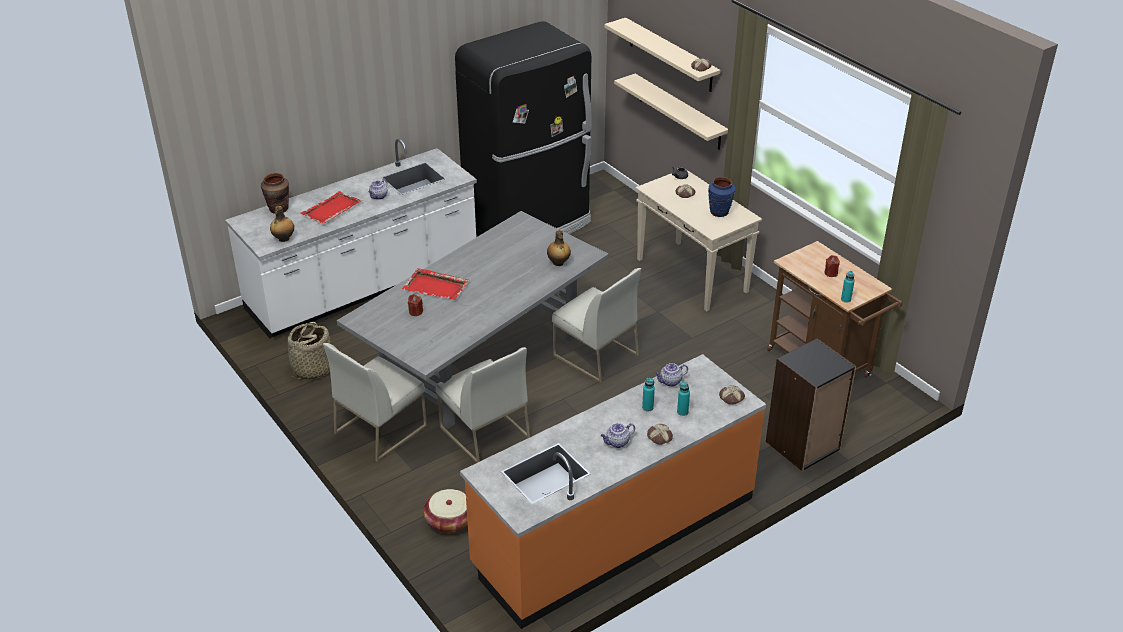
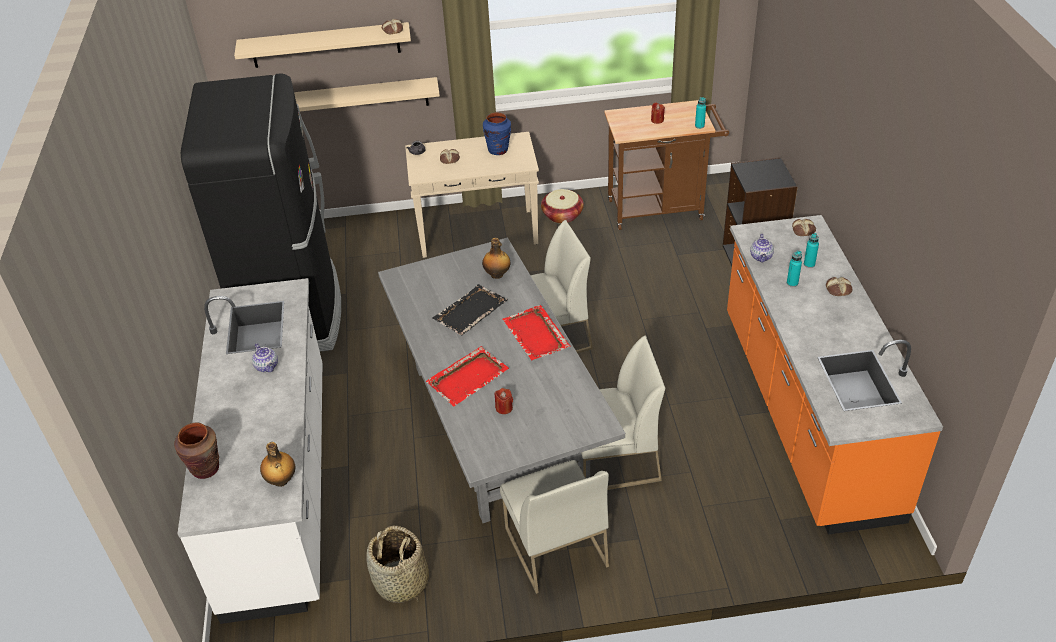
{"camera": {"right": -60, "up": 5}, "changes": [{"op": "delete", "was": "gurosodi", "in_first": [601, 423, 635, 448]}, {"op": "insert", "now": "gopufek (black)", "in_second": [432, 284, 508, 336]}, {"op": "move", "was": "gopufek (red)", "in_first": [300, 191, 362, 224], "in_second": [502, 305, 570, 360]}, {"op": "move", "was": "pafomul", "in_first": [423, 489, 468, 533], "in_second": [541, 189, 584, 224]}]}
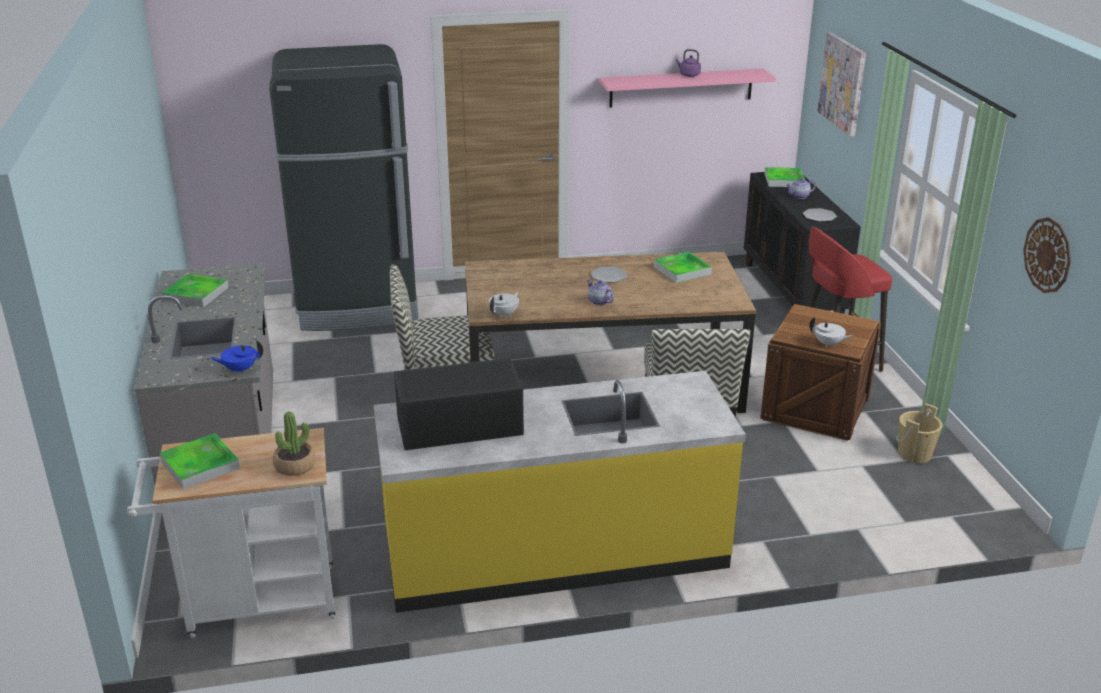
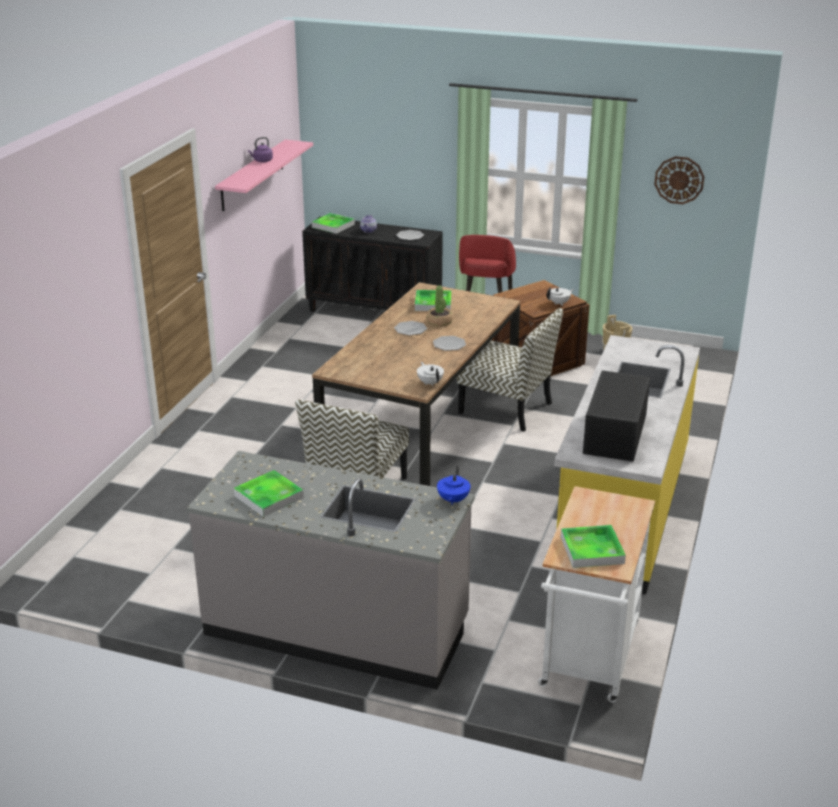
{"camera": {"right": -60, "up": 0}, "changes": [{"op": "delete", "was": "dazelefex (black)", "in_first": [269, 44, 418, 331]}, {"op": "delete", "was": "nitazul", "in_first": [817, 32, 866, 136]}, {"op": "move", "was": "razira", "in_first": [273, 411, 316, 476], "in_second": [427, 285, 453, 327]}, {"op": "replace", "was": "gurosodi", "now": "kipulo", "in_first": [587, 279, 614, 305], "in_second": [433, 336, 466, 351]}]}
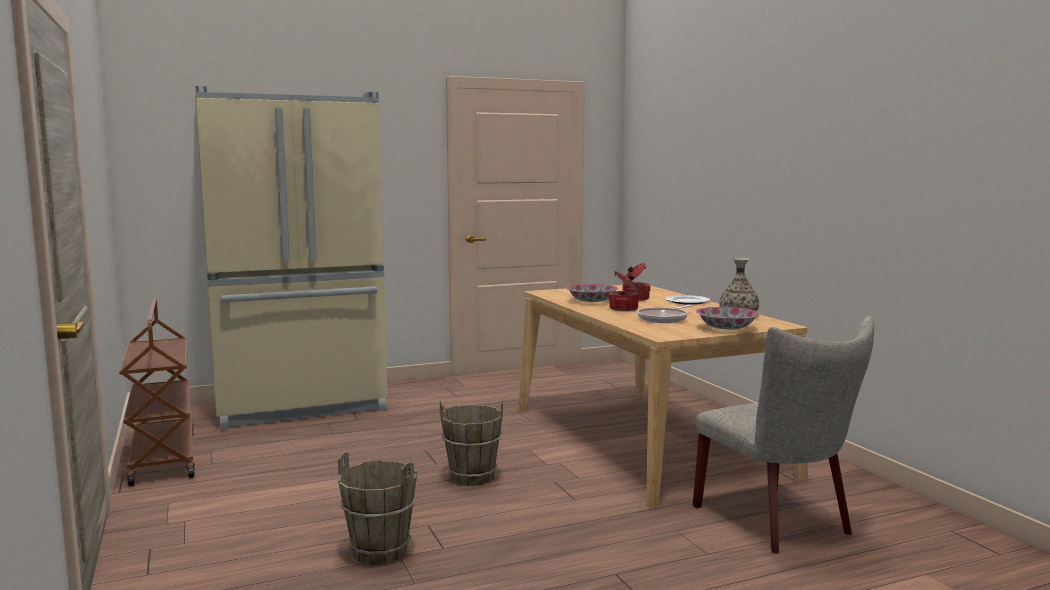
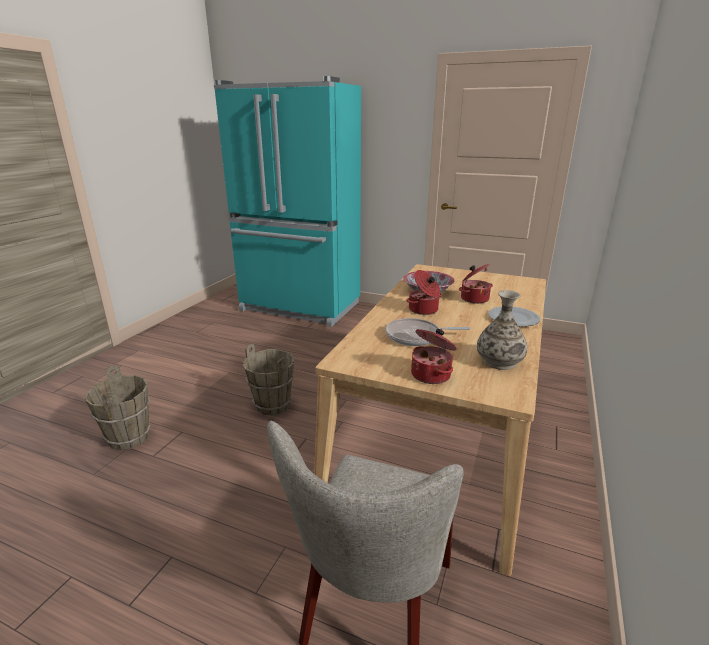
{"camera": {"right": 45, "up": 15}, "changes": [{"op": "delete", "was": "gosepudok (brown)", "in_first": [119, 299, 195, 486]}, {"op": "replace", "was": "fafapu", "now": "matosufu", "in_first": [696, 307, 759, 329], "in_second": [411, 329, 457, 384]}, {"op": "recolor", "was": "dazelefex (beige)", "now": "dazelefex (turquoise)", "in_first": [195, 86, 388, 430], "in_second": [214, 76, 361, 327]}]}
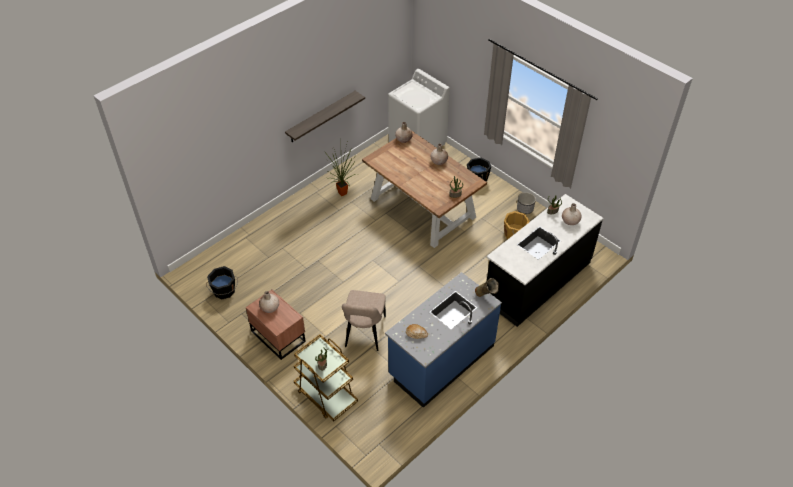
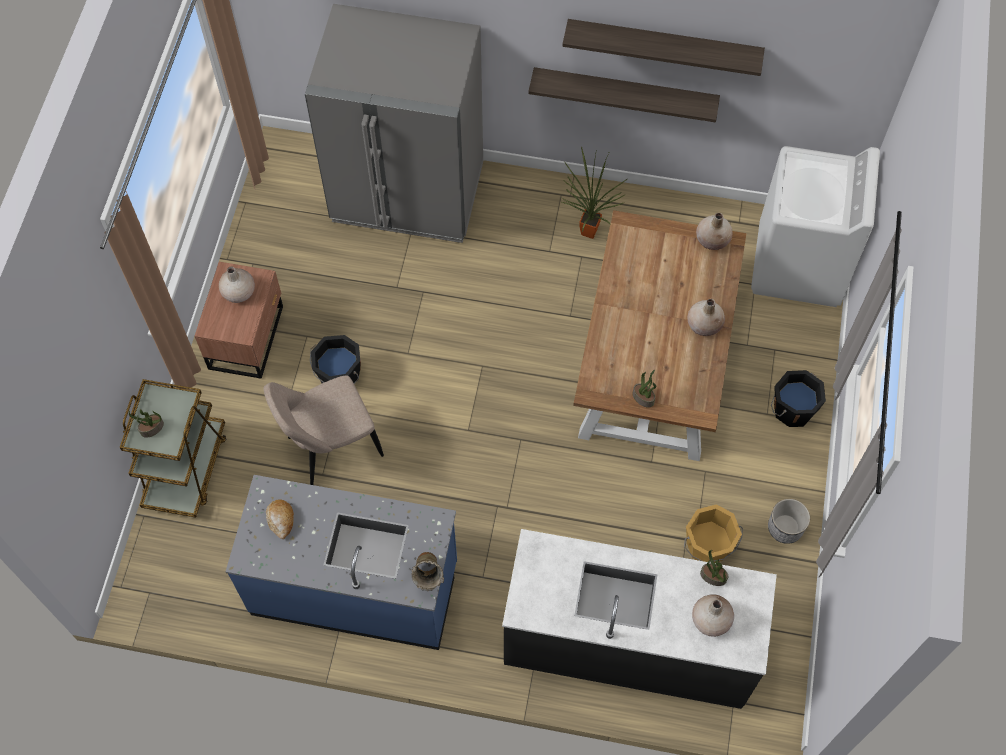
{"camera": {"right": 55, "up": 15}, "changes": [{"op": "insert", "now": "dazelefex (grey)", "in_second": [305, 4, 483, 243]}, {"op": "insert", "now": "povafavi", "in_second": [562, 19, 765, 76]}, {"op": "move", "was": "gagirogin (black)", "in_first": [206, 266, 238, 300], "in_second": [310, 335, 361, 384]}]}
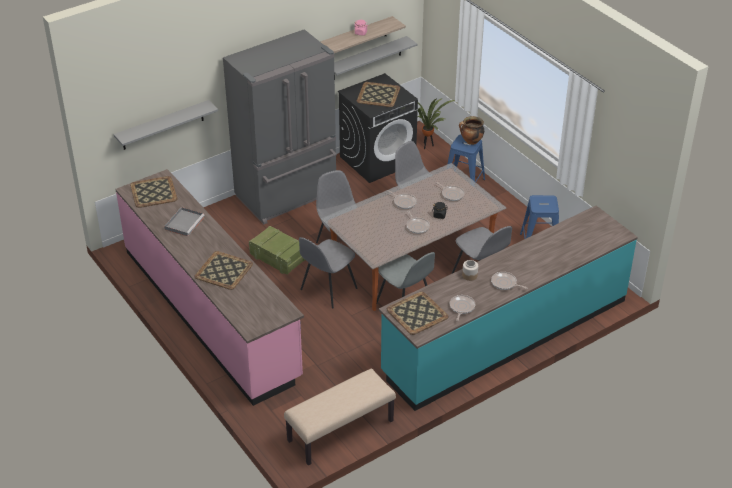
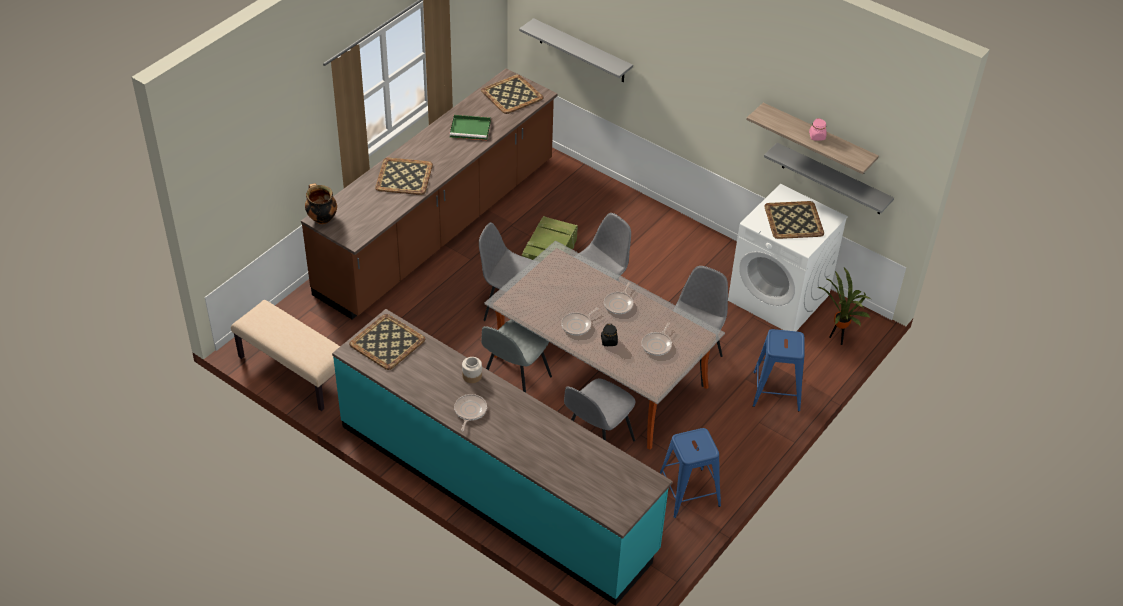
{"camera": {"right": 70, "up": 5}, "changes": [{"op": "delete", "was": "dazelefex (grey)", "in_first": [223, 29, 337, 224]}, {"op": "delete", "was": "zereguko", "in_first": [449, 295, 475, 321]}, {"op": "move", "was": "matosufu", "in_first": [459, 116, 484, 145], "in_second": [305, 183, 337, 224]}, {"op": "recolor", "was": "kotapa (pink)", "now": "kotapa (brown)", "in_first": [115, 169, 304, 406], "in_second": [301, 68, 558, 319]}, {"op": "recolor", "was": "gopufek (grey)", "now": "gopufek (green)", "in_first": [164, 207, 204, 236], "in_second": [450, 115, 491, 141]}, {"op": "recolor", "was": "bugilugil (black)", "now": "bugilugil (white)", "in_first": [338, 73, 418, 183], "in_second": [728, 184, 848, 331]}]}
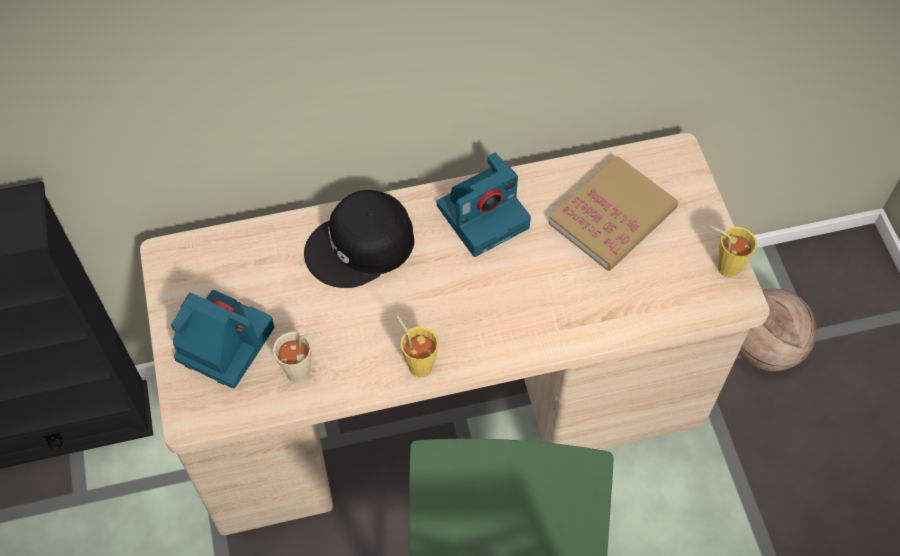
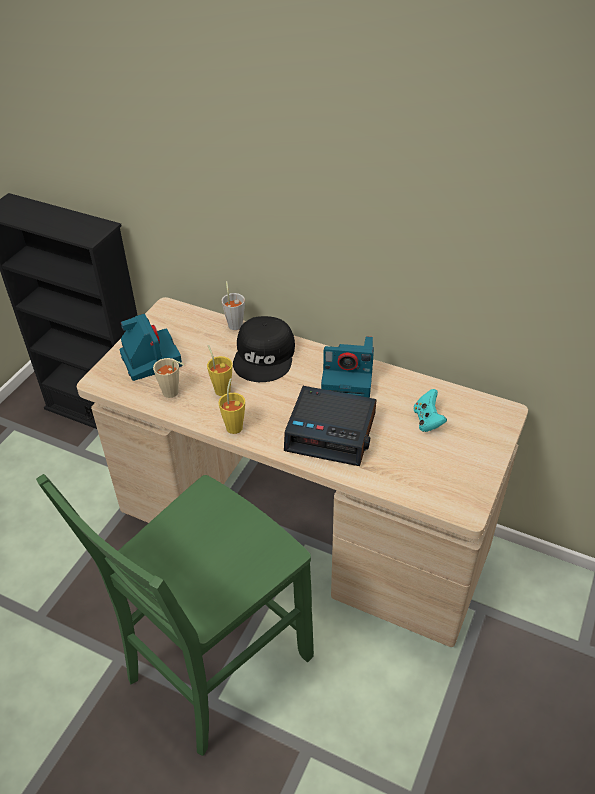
{"camera": {"right": 40, "up": -15}, "changes": [{"op": "delete", "was": "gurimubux", "in_first": [739, 288, 817, 371]}, {"op": "insert", "now": "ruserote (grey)", "in_second": [221, 281, 245, 330]}, {"op": "insert", "now": "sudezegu", "in_second": [284, 386, 376, 466]}, {"op": "move", "was": "ruserote (yellow)", "in_first": [711, 226, 757, 277], "in_second": [207, 345, 233, 396]}, {"op": "replace", "was": "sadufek", "now": "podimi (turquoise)", "in_first": [549, 156, 679, 271], "in_second": [414, 389, 447, 432]}, {"op": "rotate", "was": "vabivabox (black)", "in_first": [304, 190, 414, 288], "in_second": [233, 316, 295, 382], "clockwise": -90}]}
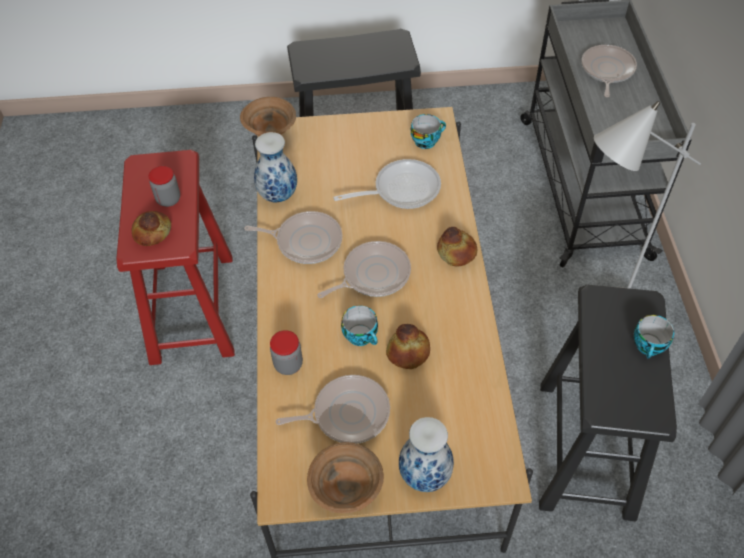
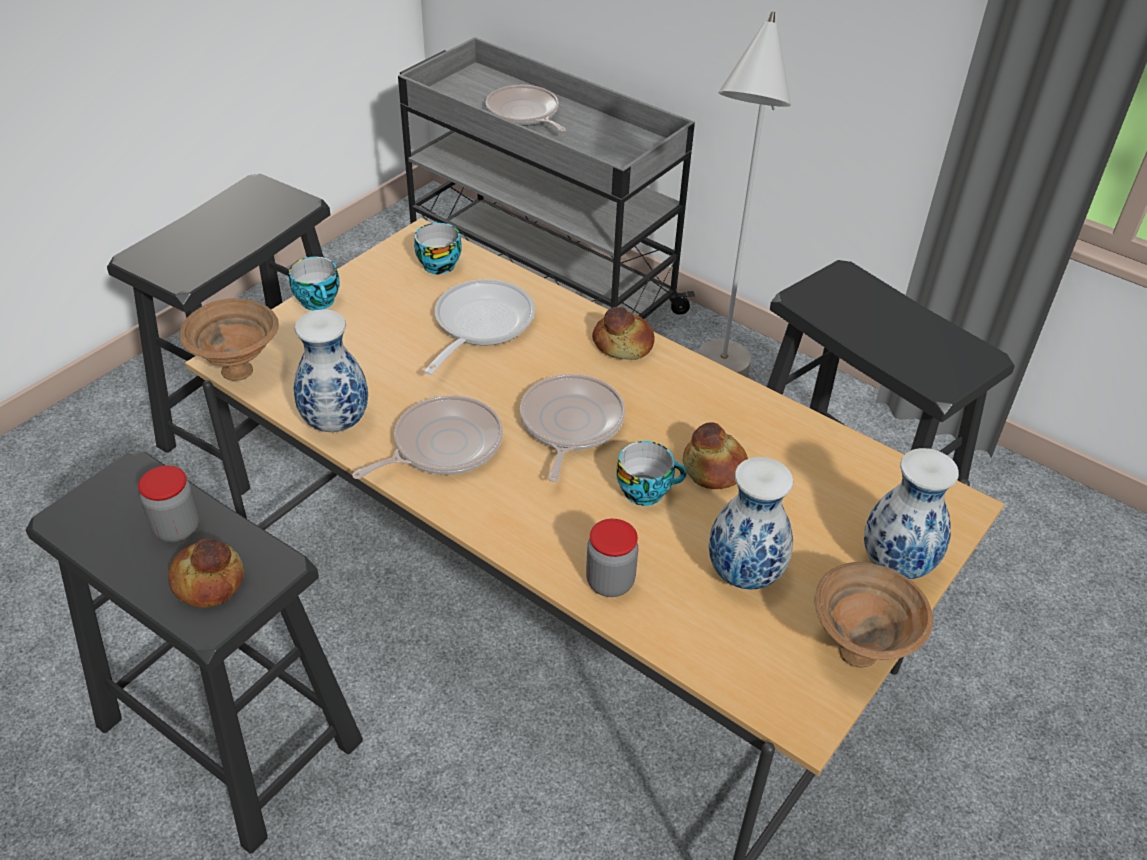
{"camera": {"right": -50, "up": -10}, "changes": [{"op": "move", "was": "ruserote", "in_first": [634, 315, 674, 359], "in_second": [289, 256, 340, 310]}, {"op": "replace", "was": "zereguko", "now": "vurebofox", "in_first": [276, 375, 390, 444], "in_second": [708, 457, 793, 590]}, {"op": "recolor", "was": "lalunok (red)", "now": "lalunok (black)", "in_first": [116, 150, 235, 365], "in_second": [26, 452, 363, 853]}]}
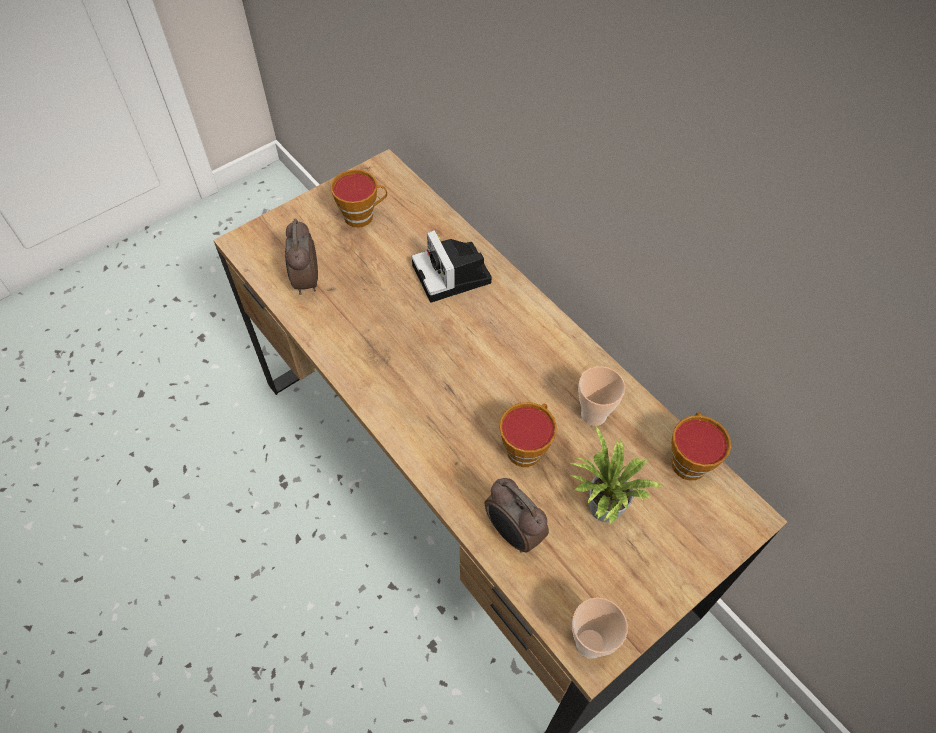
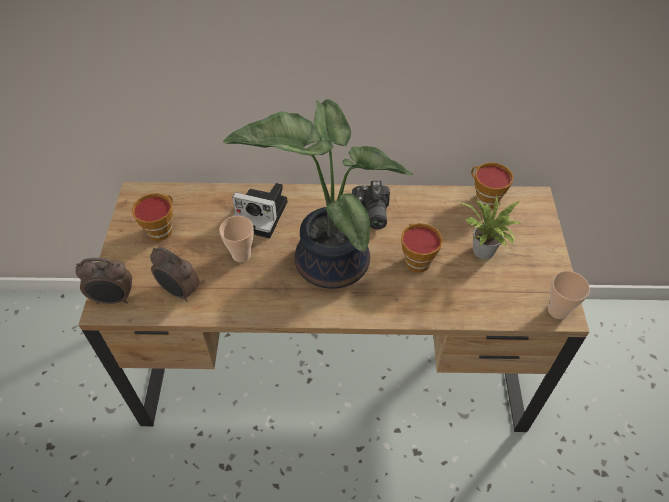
{"camera": {"right": -50, "up": -5}, "changes": [{"op": "insert", "now": "razira", "in_second": [223, 99, 413, 289]}, {"op": "insert", "now": "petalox", "in_second": [352, 181, 390, 229]}, {"op": "move", "was": "sudezegu", "in_first": [485, 478, 549, 553], "in_second": [75, 258, 132, 304]}, {"op": "move", "was": "ruserote", "in_first": [578, 366, 625, 426], "in_second": [219, 216, 254, 262]}]}
